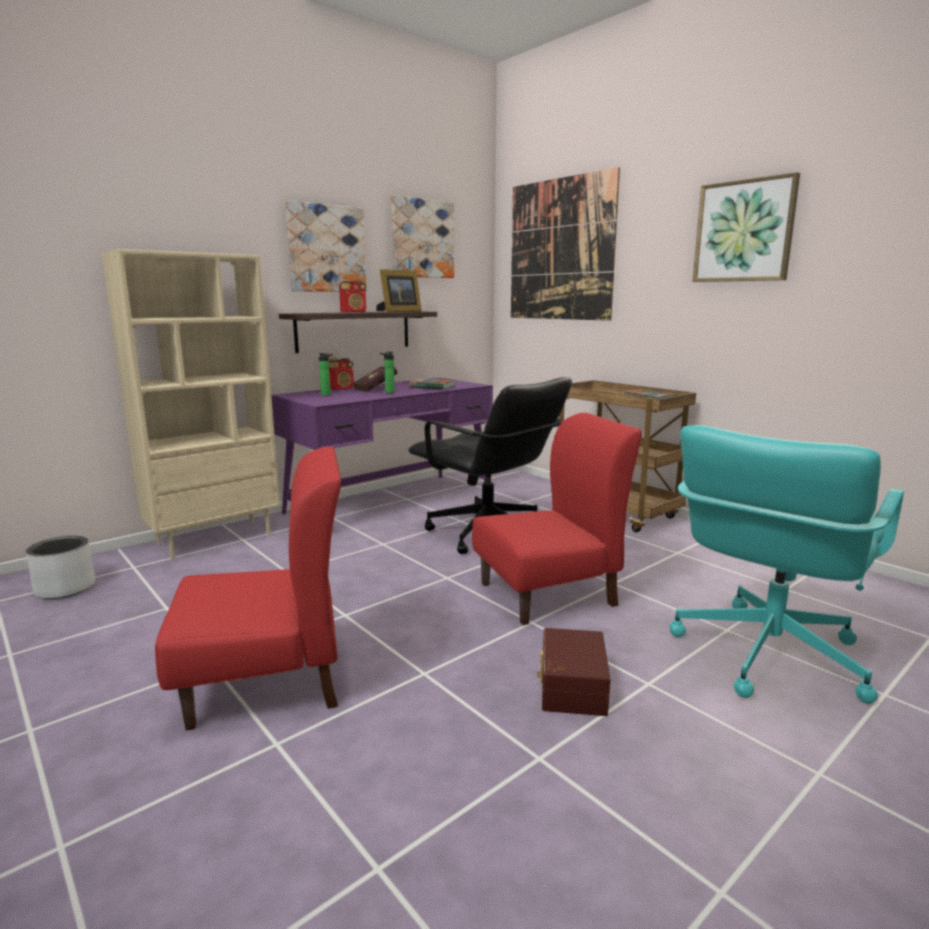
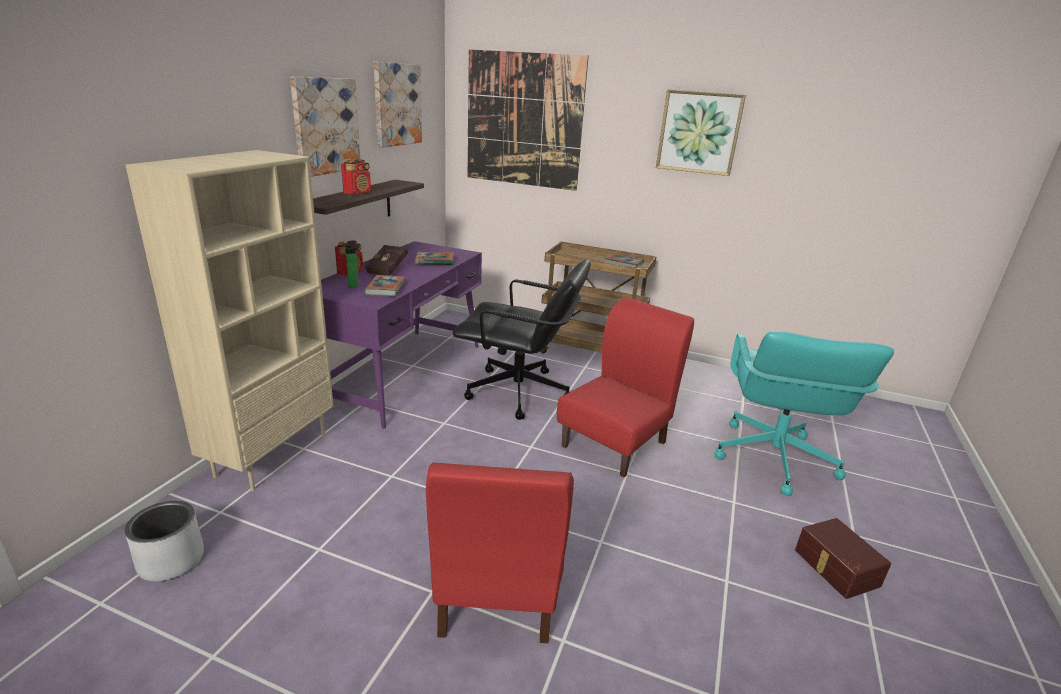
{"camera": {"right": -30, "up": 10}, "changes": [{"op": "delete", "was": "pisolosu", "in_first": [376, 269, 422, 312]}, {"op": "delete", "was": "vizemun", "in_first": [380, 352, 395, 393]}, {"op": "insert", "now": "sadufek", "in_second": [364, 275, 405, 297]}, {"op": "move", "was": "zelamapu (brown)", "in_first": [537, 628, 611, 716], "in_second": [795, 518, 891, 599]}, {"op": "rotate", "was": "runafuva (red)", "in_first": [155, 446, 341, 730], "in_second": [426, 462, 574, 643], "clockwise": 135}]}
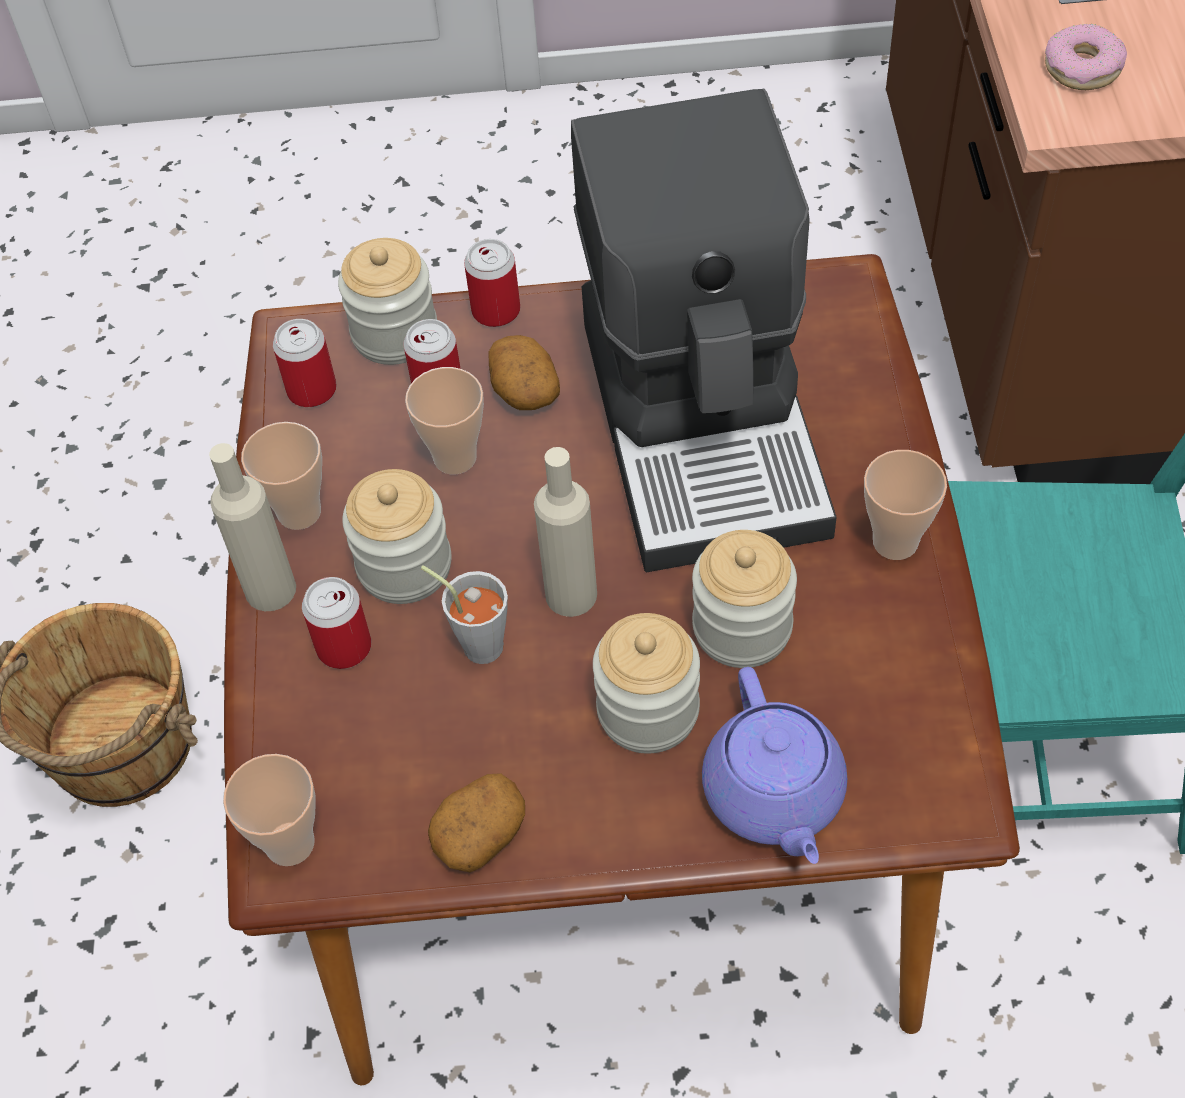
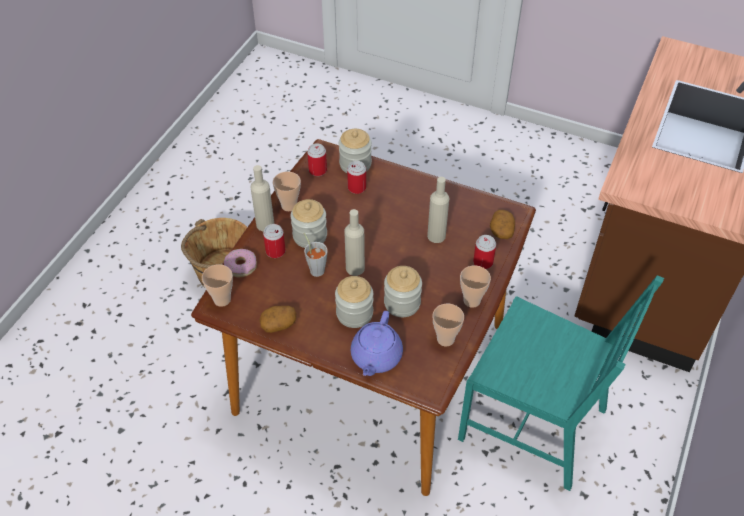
{"camera": {"right": 25, "up": -5}, "changes": [{"op": "move", "was": "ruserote", "in_first": [405, 367, 484, 474], "in_second": [432, 304, 464, 346]}, {"op": "move", "was": "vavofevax", "in_first": [464, 239, 520, 327], "in_second": [473, 235, 496, 269]}, {"op": "move", "was": "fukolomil", "in_first": [488, 335, 560, 410], "in_second": [490, 210, 515, 239]}, {"op": "move", "was": "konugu", "in_first": [1045, 24, 1127, 90], "in_second": [224, 249, 257, 277]}, {"op": "replace", "was": "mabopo", "now": "vizemun (beige)", "in_first": [571, 88, 836, 572], "in_second": [427, 177, 449, 243]}]}
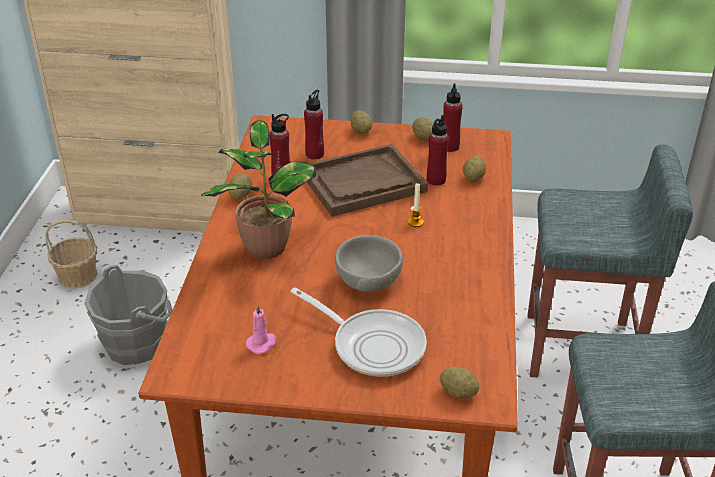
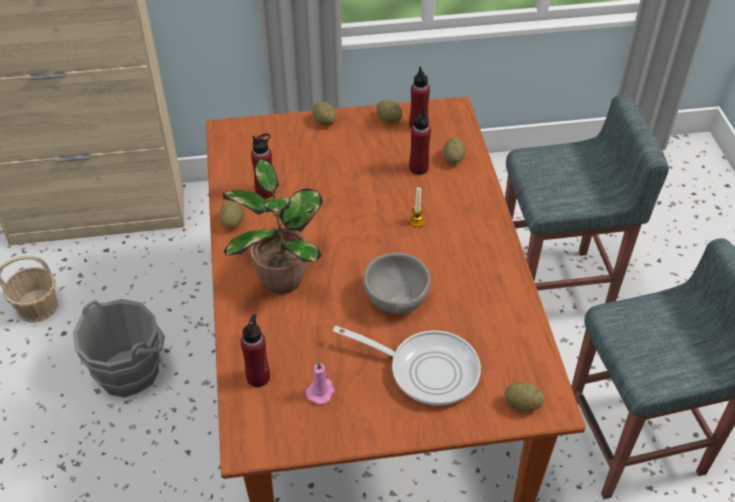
{"camera": {"right": -15, "up": 10}, "changes": [{"op": "delete", "was": "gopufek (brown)", "in_first": [307, 144, 428, 217]}, {"op": "move", "was": "vizemun (red)", "in_first": [304, 90, 324, 159], "in_second": [240, 314, 270, 387]}]}
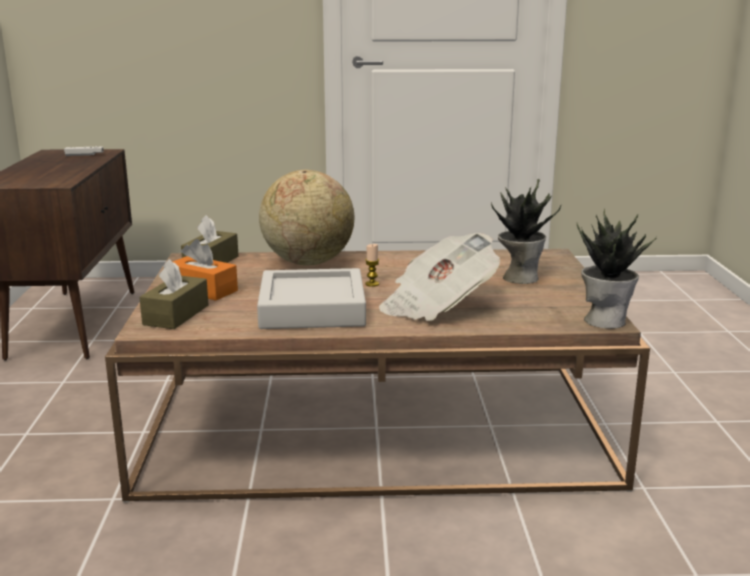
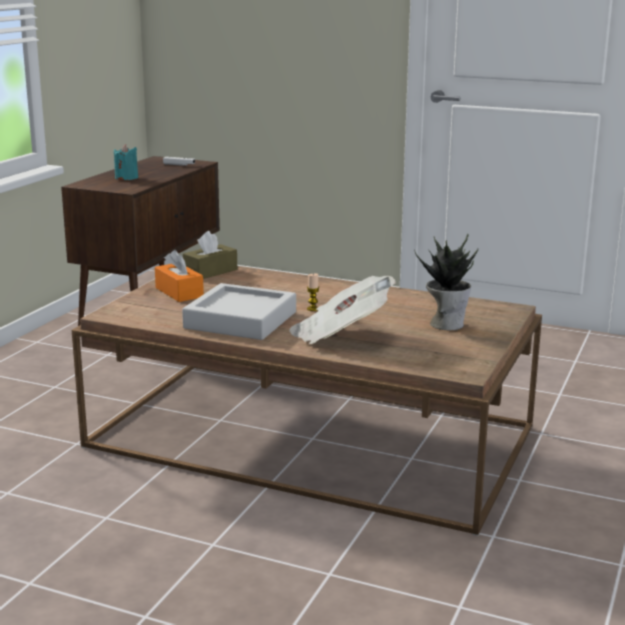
{"camera": {"right": 25, "up": 0}, "changes": [{"op": "delete", "was": "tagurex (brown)", "in_first": [139, 259, 209, 329]}, {"op": "delete", "was": "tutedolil", "in_first": [259, 170, 355, 266]}, {"op": "delete", "was": "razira", "in_first": [577, 209, 657, 329]}, {"op": "insert", "now": "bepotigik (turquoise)", "in_second": [114, 144, 138, 180]}]}
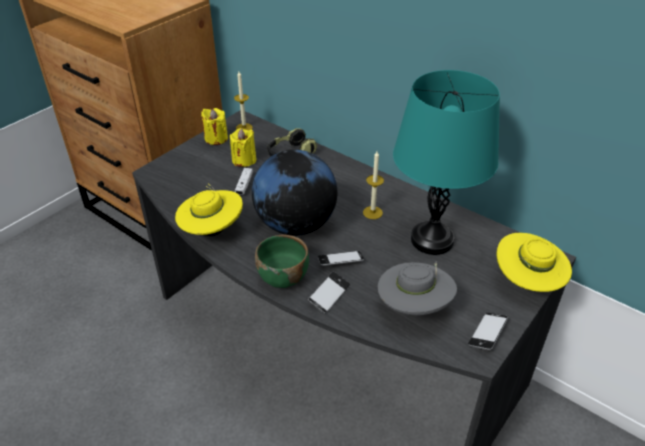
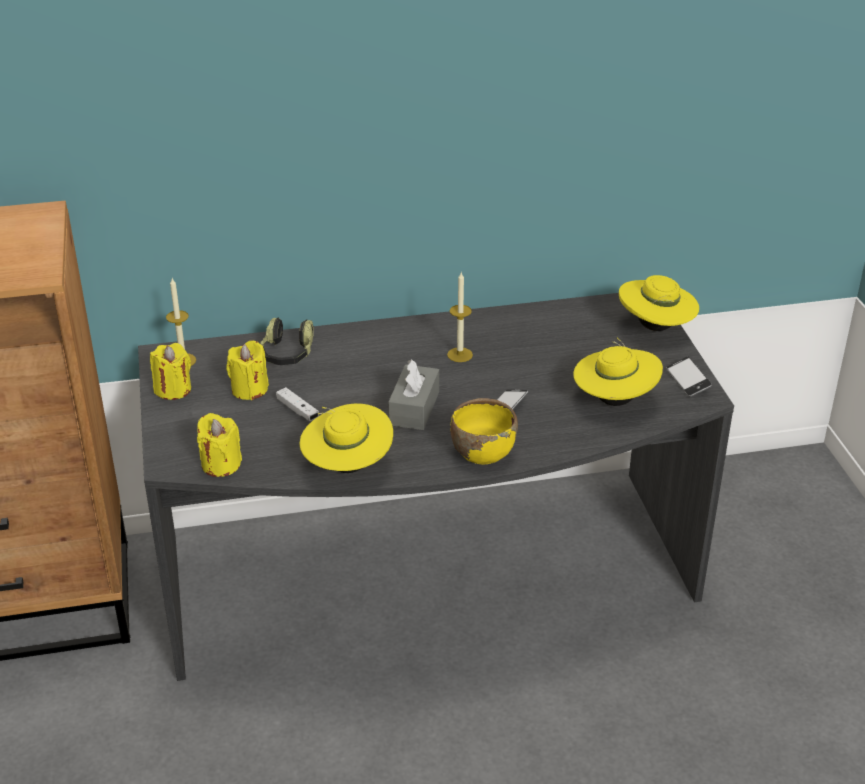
{"camera": {"right": -50, "up": -5}, "changes": [{"op": "delete", "was": "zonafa", "in_first": [308, 272, 350, 313]}, {"op": "delete", "was": "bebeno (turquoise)", "in_first": [393, 70, 500, 255]}, {"op": "insert", "now": "bepotigik (yellow)", "in_second": [197, 413, 242, 477]}, {"op": "replace", "was": "tutedolil", "now": "tagurex (grey)", "in_first": [252, 150, 337, 236], "in_second": [388, 359, 439, 430]}, {"op": "recolor", "was": "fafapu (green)", "now": "fafapu (yellow)", "in_first": [255, 234, 309, 288], "in_second": [450, 398, 518, 464]}, {"op": "recolor", "was": "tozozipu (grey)", "now": "tozozipu (yellow)", "in_first": [377, 261, 457, 315], "in_second": [573, 337, 663, 406]}]}
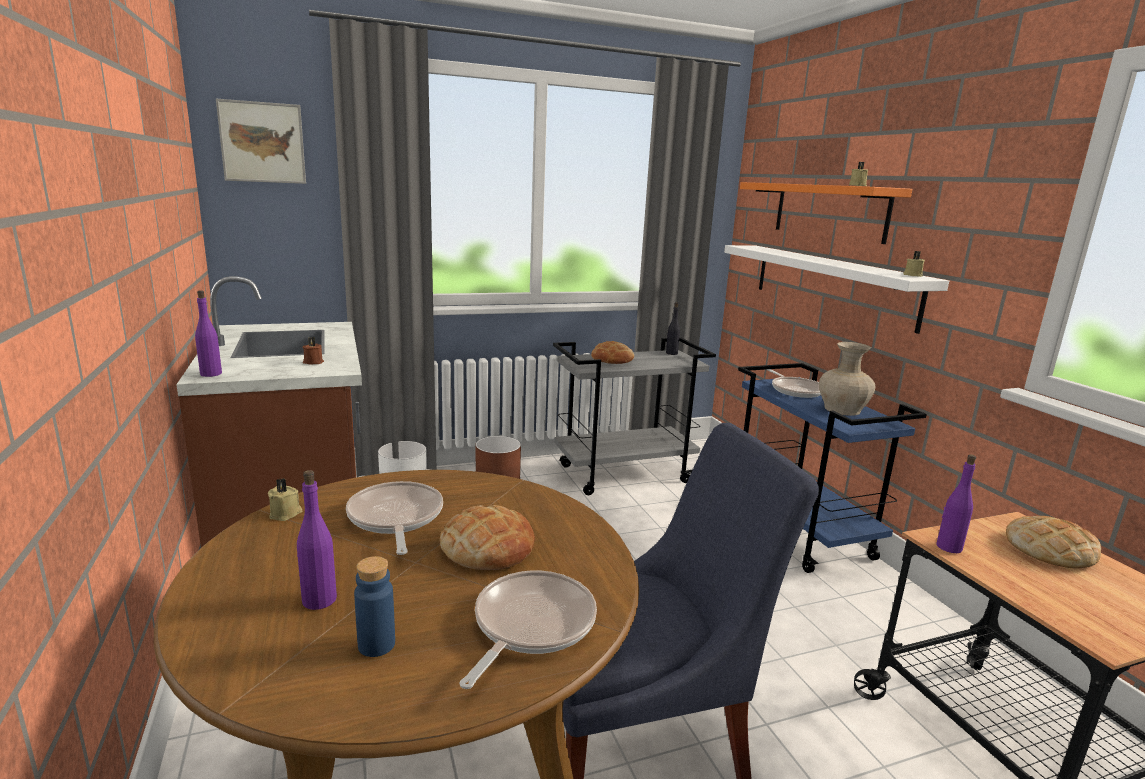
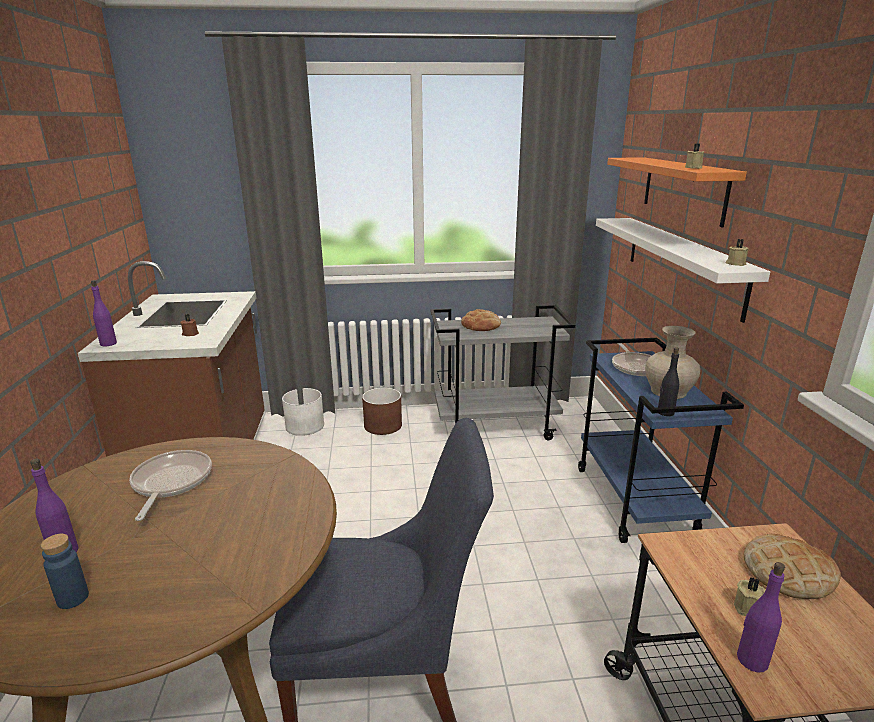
{"camera": {"right": 15, "up": 5}, "changes": [{"op": "delete", "was": "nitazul", "in_first": [216, 99, 306, 184]}, {"op": "delete", "was": "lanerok", "in_first": [440, 505, 535, 570]}, {"op": "delete", "was": "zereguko", "in_first": [459, 570, 597, 689]}, {"op": "move", "was": "bepotigik (beige)", "in_first": [268, 478, 302, 521], "in_second": [734, 577, 765, 616]}, {"op": "move", "was": "vizemun (black)", "in_first": [666, 302, 680, 355], "in_second": [658, 347, 679, 416]}, {"op": "move", "was": "vizemun (purple)", "in_first": [937, 454, 976, 553], "in_second": [737, 562, 785, 672]}]}
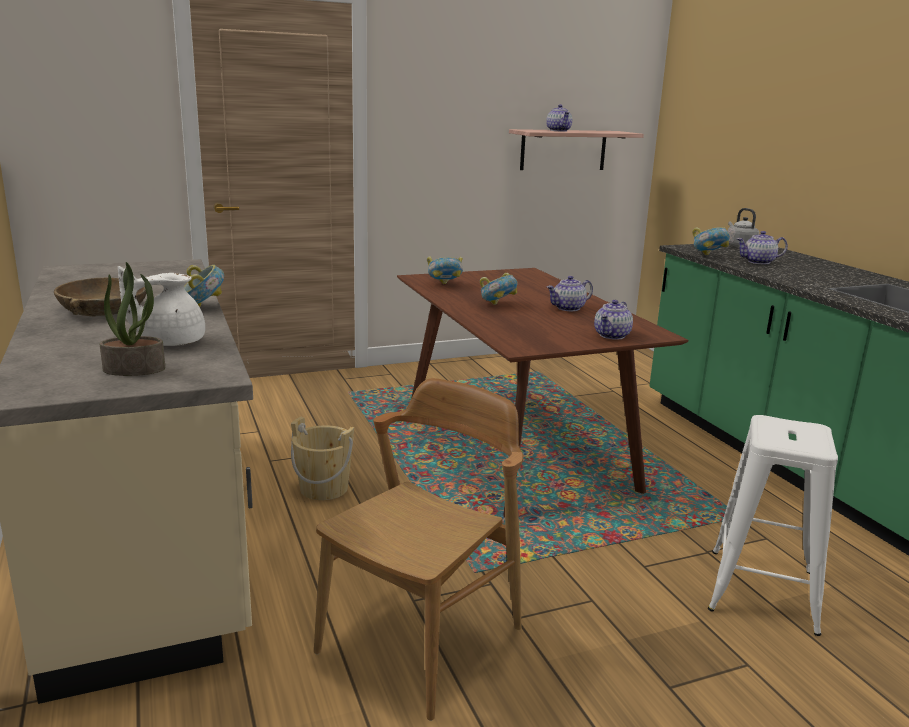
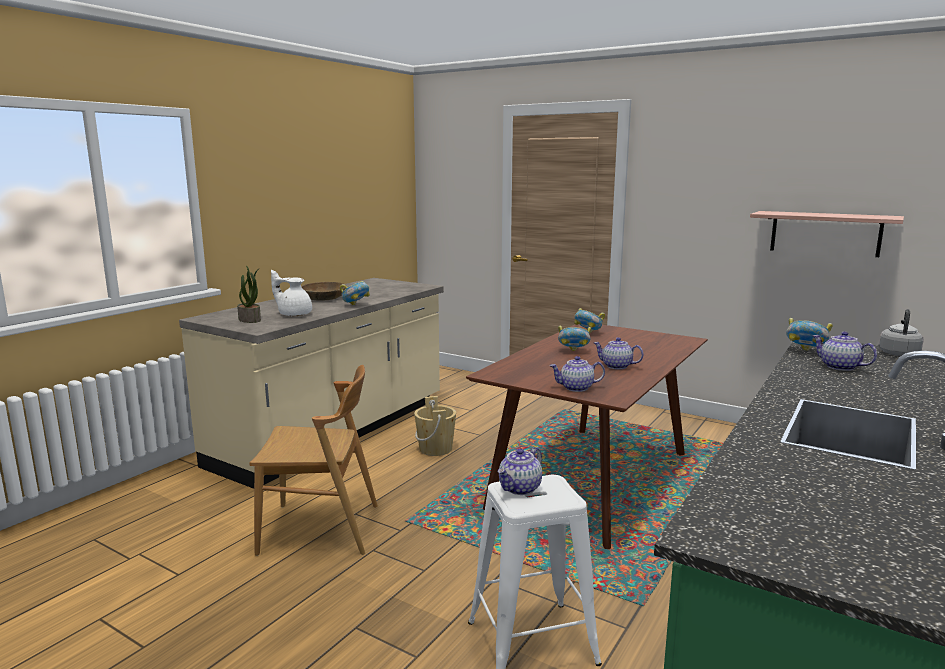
{"camera": {"right": 55, "up": -5}, "changes": [{"op": "move", "was": "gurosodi", "in_first": [546, 104, 572, 131], "in_second": [498, 447, 542, 495]}]}
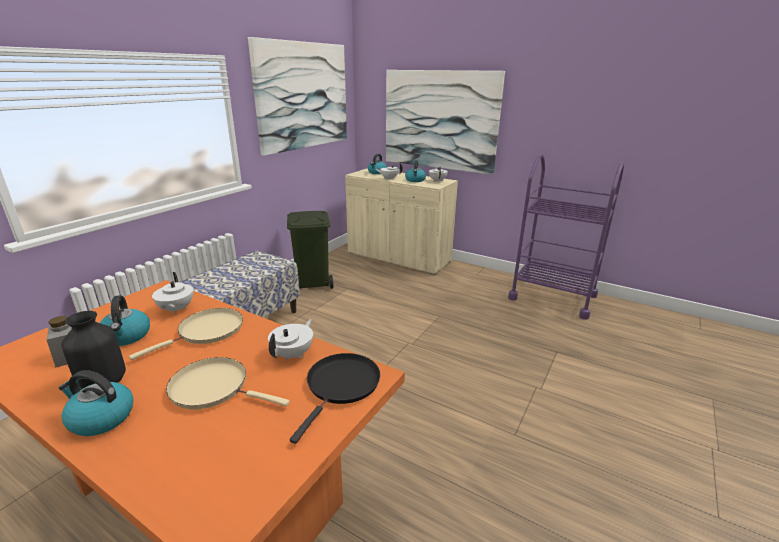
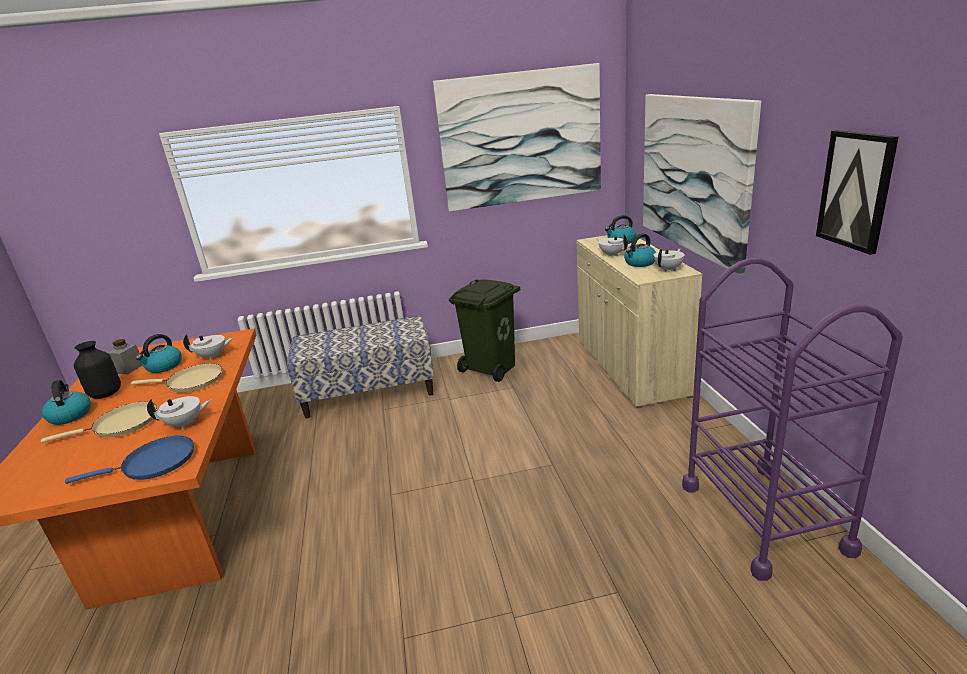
{"camera": {"right": 50, "up": 0}, "changes": [{"op": "insert", "now": "nitazul", "in_second": [816, 130, 899, 255]}, {"op": "recolor", "was": "zereguko (black)", "now": "zereguko (blue)", "in_first": [290, 353, 380, 444], "in_second": [65, 436, 194, 484]}, {"op": "rotate", "was": "gurosodi (white)", "in_first": [152, 272, 193, 314], "in_second": [183, 334, 234, 360], "clockwise": -135}, {"op": "rotate", "was": "zereguko (beige)", "in_first": [166, 357, 290, 410], "in_second": [41, 402, 157, 443], "clockwise": 90}]}
